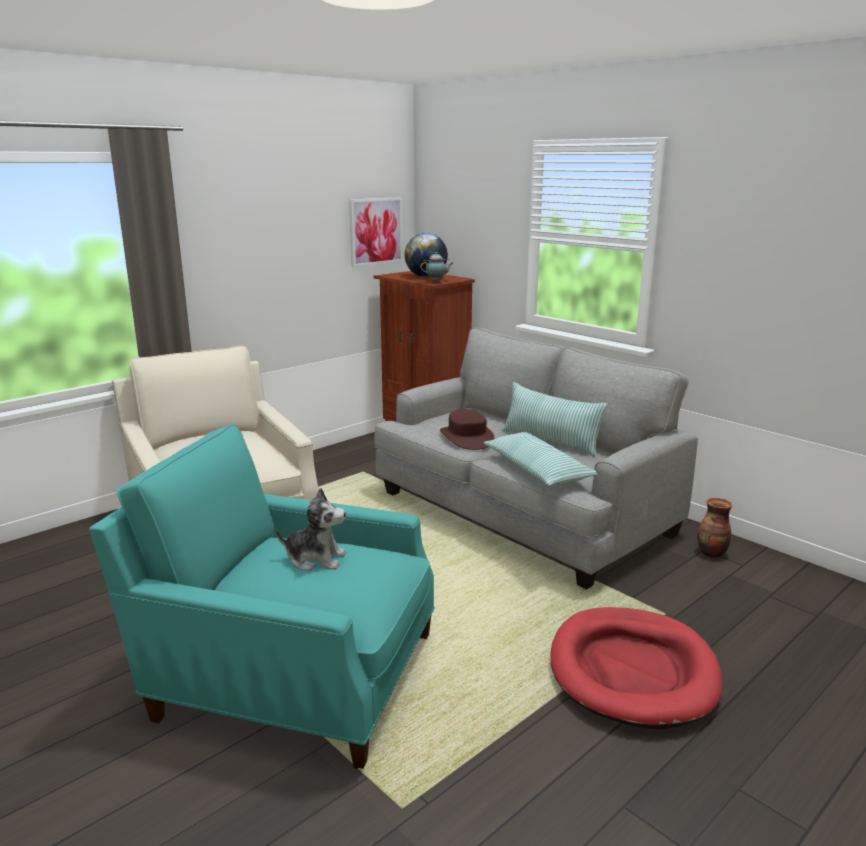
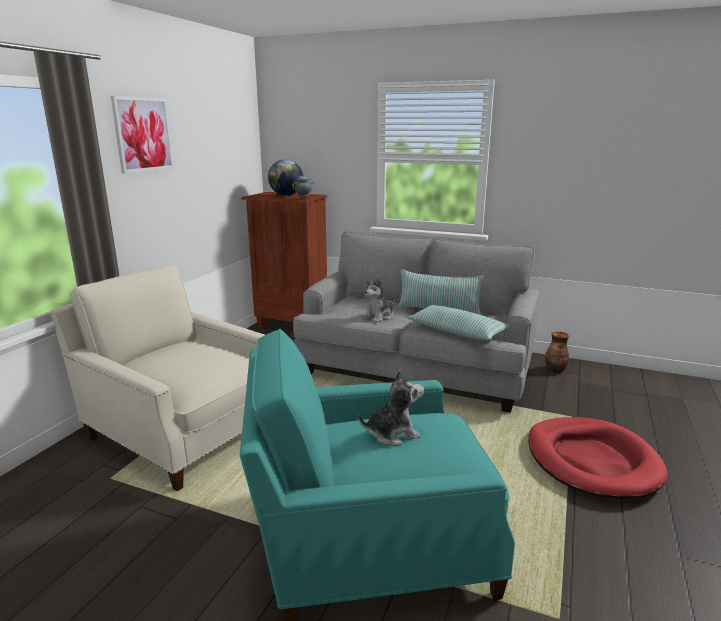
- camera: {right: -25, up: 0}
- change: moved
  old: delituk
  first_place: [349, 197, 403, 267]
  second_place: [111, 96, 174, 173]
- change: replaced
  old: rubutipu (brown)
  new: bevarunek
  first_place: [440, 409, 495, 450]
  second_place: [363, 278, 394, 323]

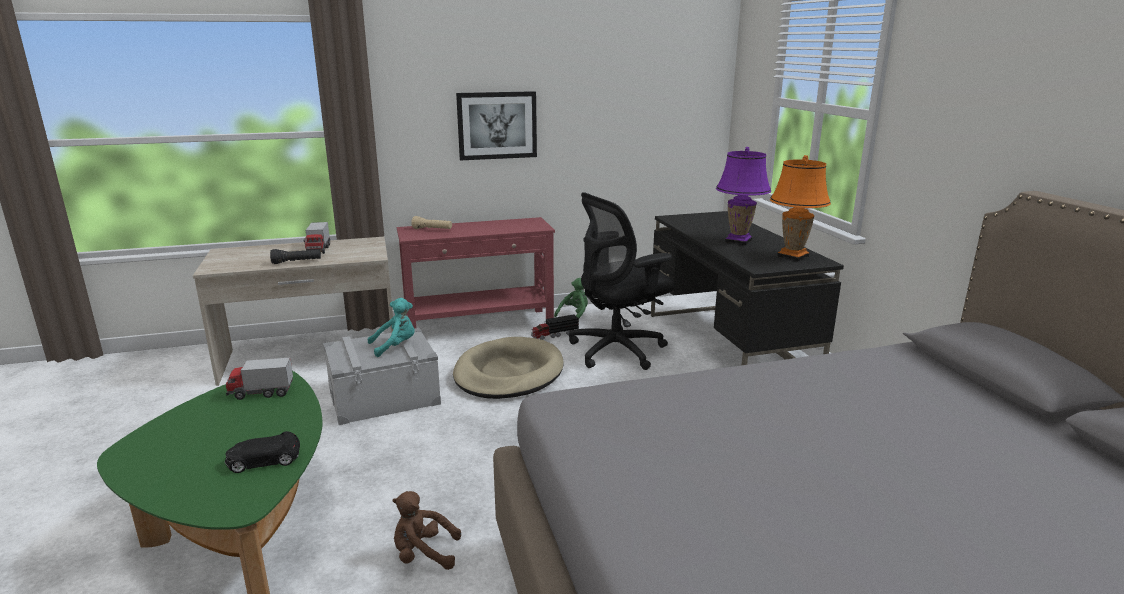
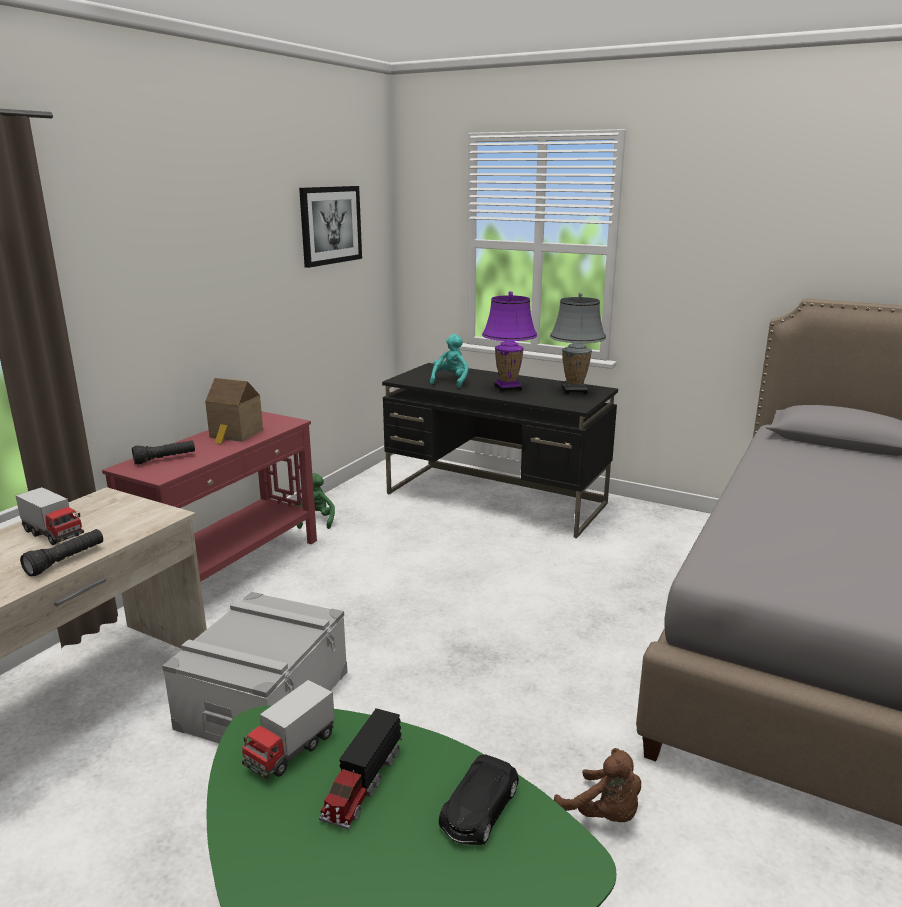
- camera: {right: -45, up: 0}
- change: moved
  old: bevarunek (turquoise)
  first_place: [367, 298, 415, 357]
  second_place: [430, 334, 469, 388]
- change: turned
  old: bevarunek (brown)
  first_place: [392, 491, 461, 570]
  second_place: [554, 748, 641, 822]
  degrees: -90
- change: recoloured
  old: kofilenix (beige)
  new: kofilenix (black)
  first_place: [411, 216, 452, 229]
  second_place: [132, 440, 195, 465]
- change: removed
  old: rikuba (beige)
  first_place: [453, 337, 563, 399]
- change: moved
  old: delituk
  first_place: [456, 91, 537, 160]
  second_place: [299, 186, 362, 268]
- change: moved
  old: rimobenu
  first_place: [531, 314, 579, 340]
  second_place: [319, 708, 402, 830]
- change: removed
  old: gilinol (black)
  first_place: [569, 192, 675, 370]
- change: recoloured
  old: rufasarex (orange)
  new: rufasarex (grey)
  first_place: [770, 155, 831, 262]
  second_place: [550, 293, 606, 394]
- change: added
  new: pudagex
  second_place: [205, 378, 263, 445]

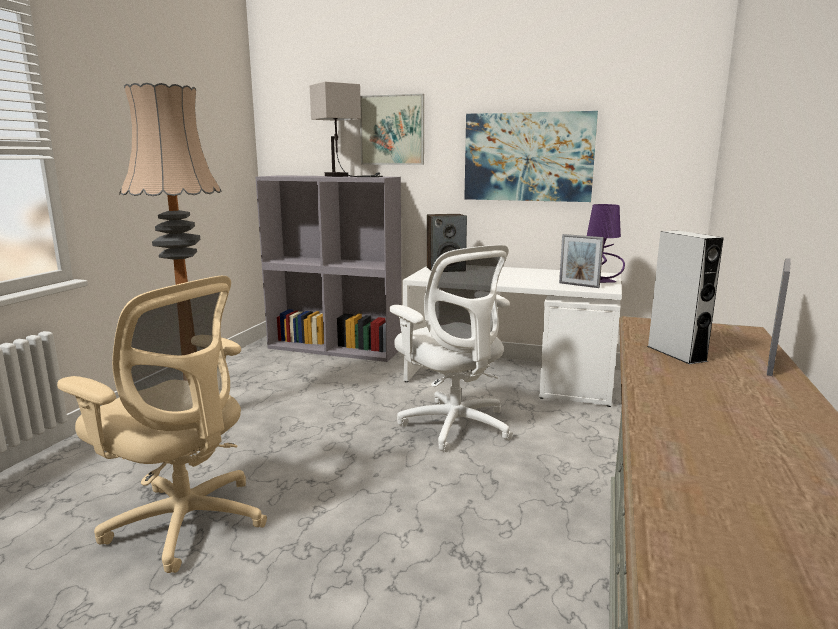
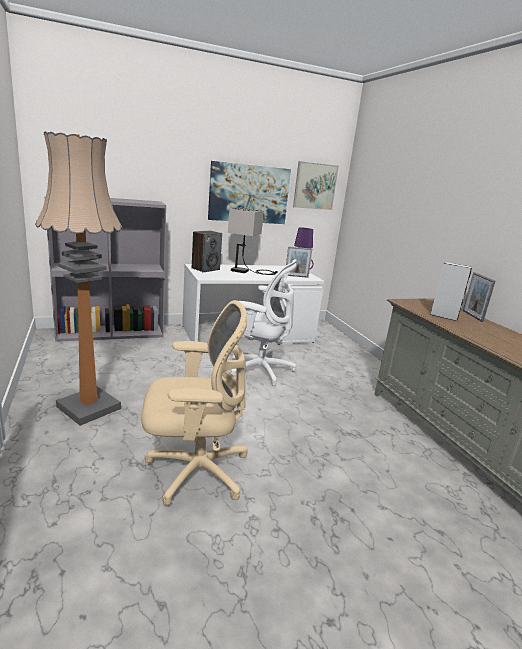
- camera: {right: -40, up: 5}
- change: moved
  old: rufasarex
  first_place: [310, 82, 383, 177]
  second_place: [228, 207, 278, 275]
- change: moved
  old: delituk
  first_place: [360, 94, 424, 165]
  second_place: [293, 161, 339, 210]

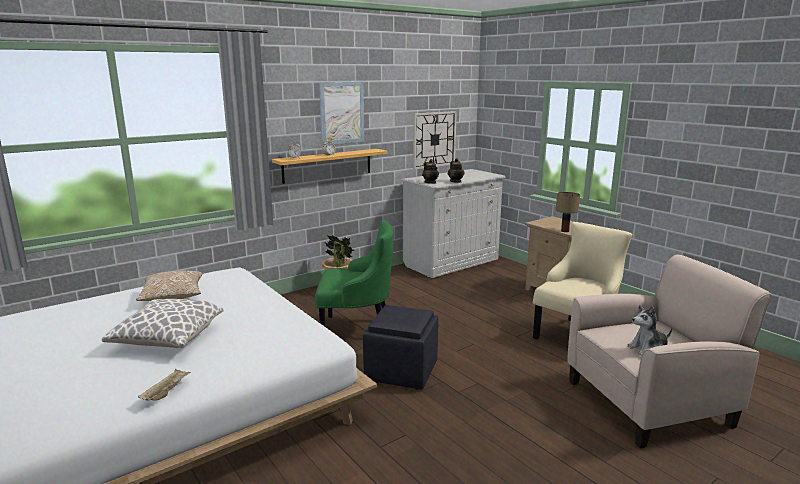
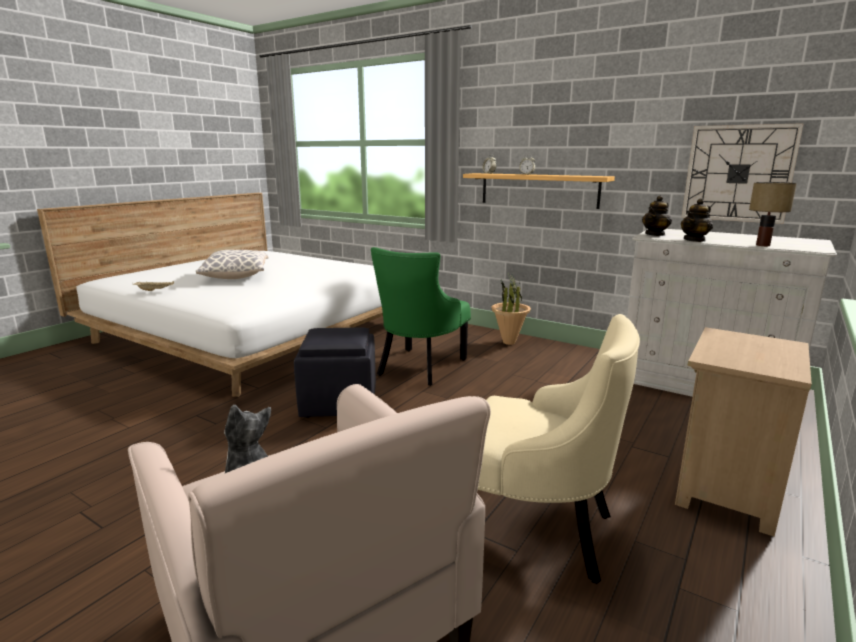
- camera: {right: 70, up: 0}
- change: removed
  old: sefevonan
  first_place: [136, 271, 203, 301]
- change: turned
  old: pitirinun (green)
  first_place: [315, 220, 393, 327]
  second_place: [371, 247, 471, 386]
  degrees: 45
- change: removed
  old: delituk
  first_place: [319, 82, 364, 145]
- change: moved
  old: rufasarex
  first_place: [556, 192, 580, 232]
  second_place: [749, 182, 797, 246]

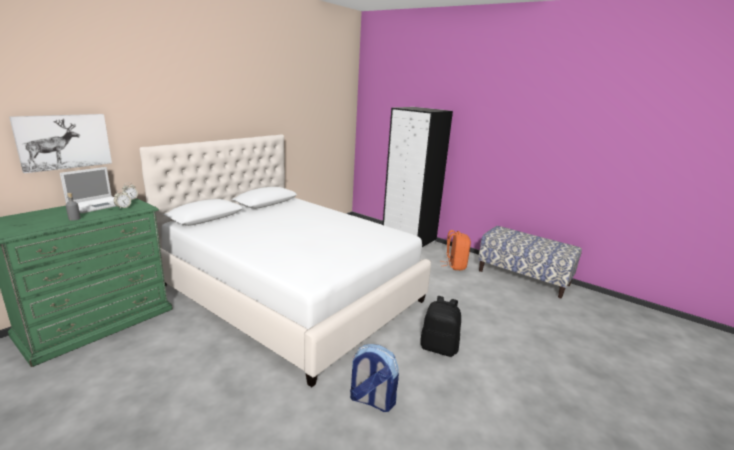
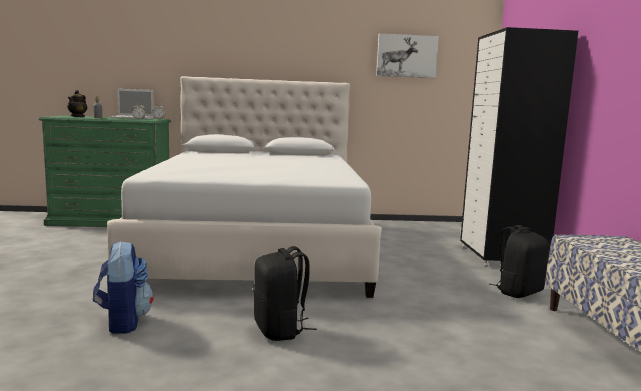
- camera: {right: 50, up: -10}
- change: moved
  old: delituk
  first_place: [9, 114, 112, 173]
  second_place: [376, 33, 439, 78]
- change: recoloured
  old: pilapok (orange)
  new: pilapok (black)
  first_place: [441, 230, 471, 270]
  second_place: [489, 225, 549, 298]
- change: added
  new: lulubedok
  second_place: [67, 90, 87, 117]

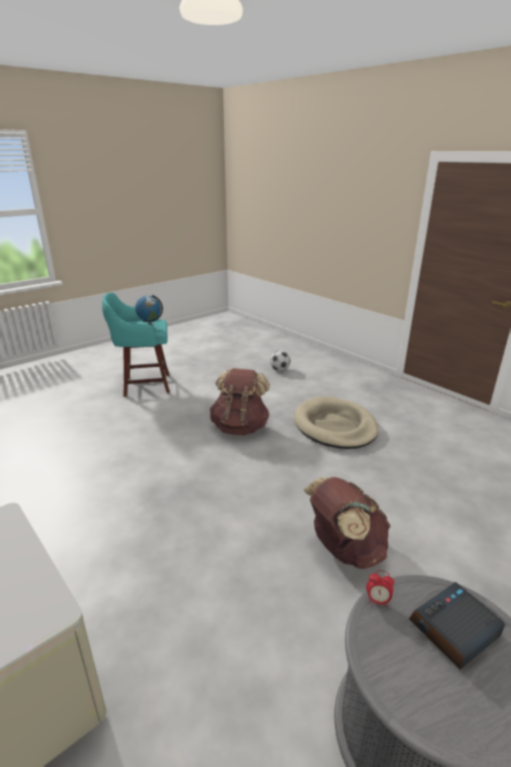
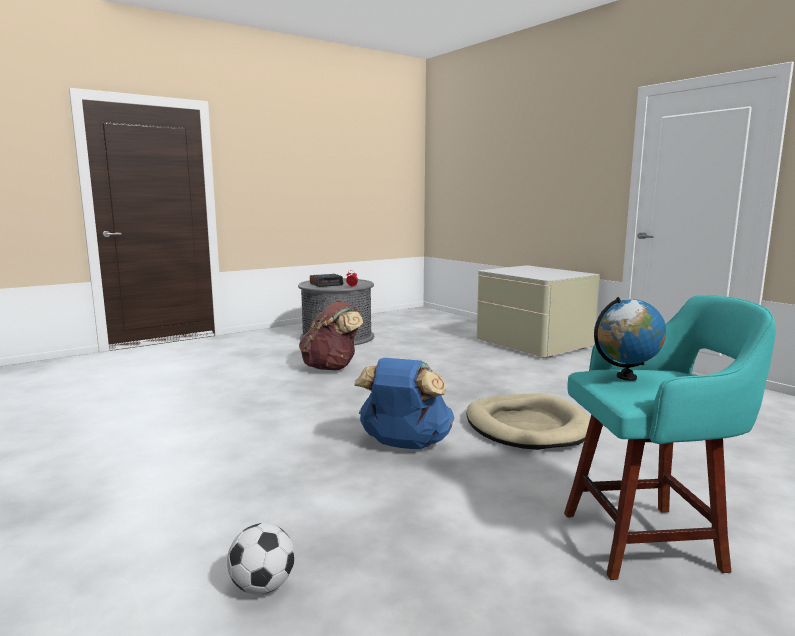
- camera: {right: -175, up: -15}
- change: recoloured
  old: pilapok (brown)
  new: pilapok (blue)
  first_place: [210, 368, 270, 435]
  second_place: [354, 358, 454, 449]
- change: moved
  old: rikuba (beige)
  first_place: [294, 396, 379, 449]
  second_place: [466, 393, 591, 450]

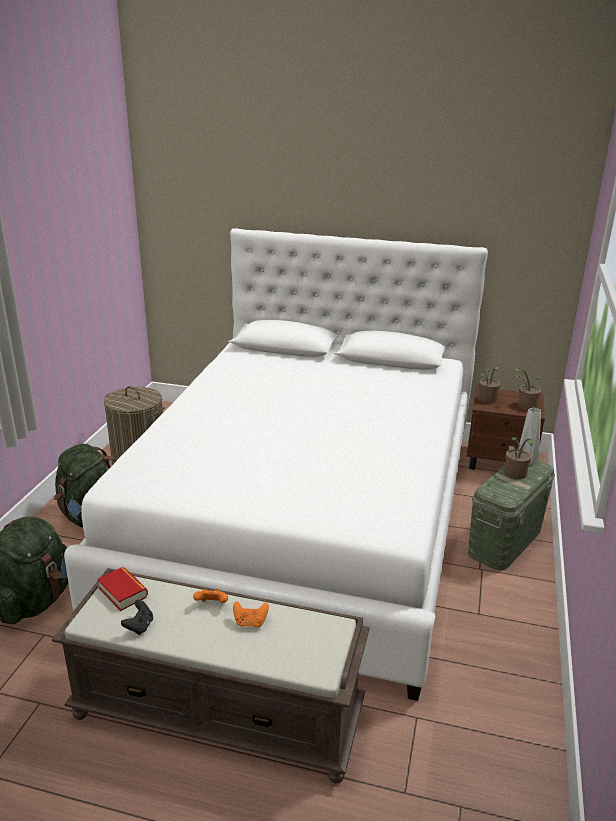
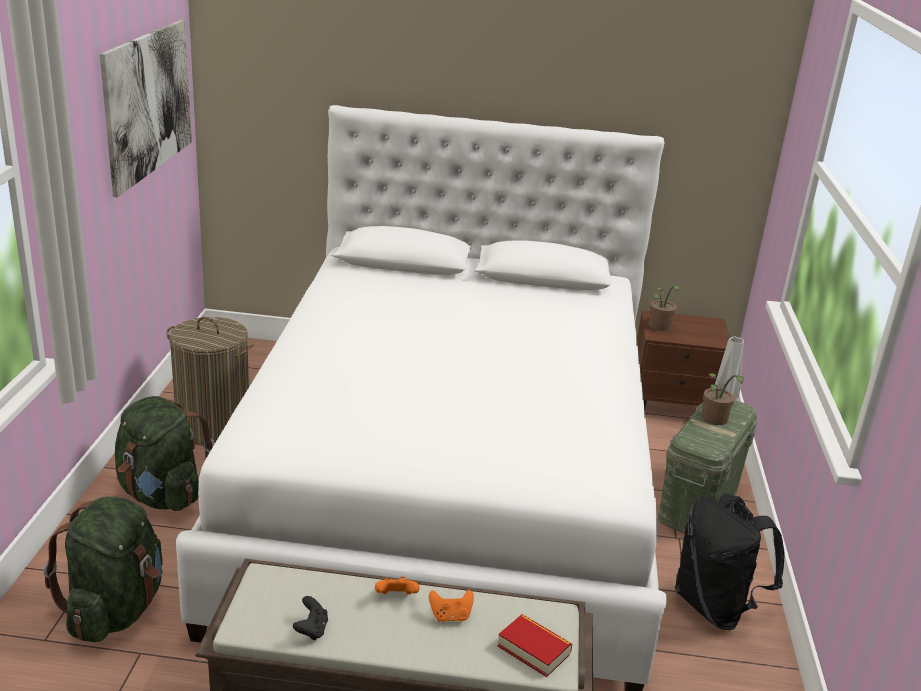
- camera: {right: -10, up: 0}
- change: moved
  old: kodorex
  first_place: [97, 567, 148, 611]
  second_place: [497, 614, 572, 677]
- change: removed
  old: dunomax
  first_place: [513, 368, 541, 410]
- change: added
  new: delituk
  second_place: [100, 20, 192, 197]
- change: added
  new: pilapok (black)
  second_place: [675, 493, 785, 630]

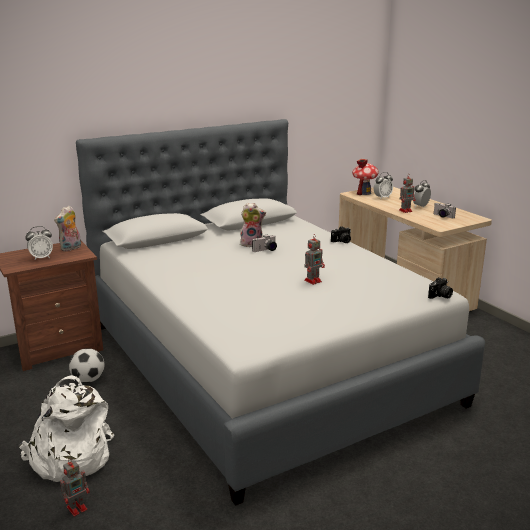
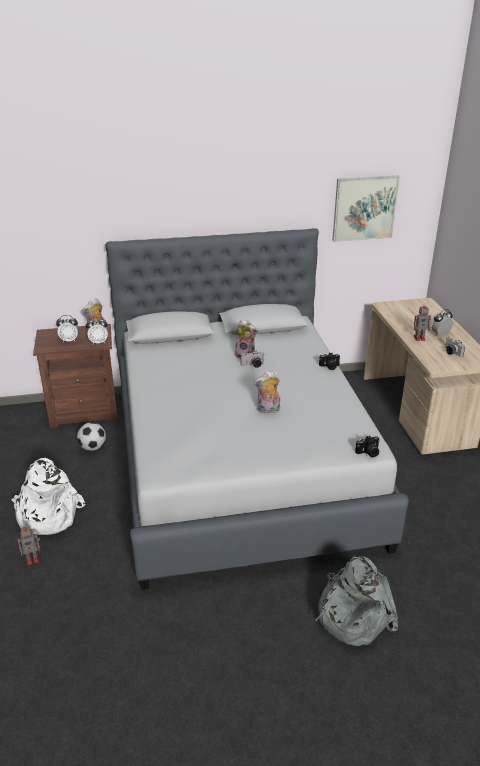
- camera: {right: 20, up: 10}
- change: replaced
  old: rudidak
  new: bevarunek
  first_place: [304, 235, 325, 285]
  second_place: [254, 370, 280, 414]
- change: removed
  old: pudagex
  first_place: [352, 159, 379, 195]
- change: moved
  old: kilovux
  first_place: [374, 172, 393, 198]
  second_place: [86, 317, 108, 344]
- change: added
  new: pilapok (grey)
  second_place: [315, 556, 398, 646]
- change: added
  new: delituk
  second_place: [332, 176, 400, 242]

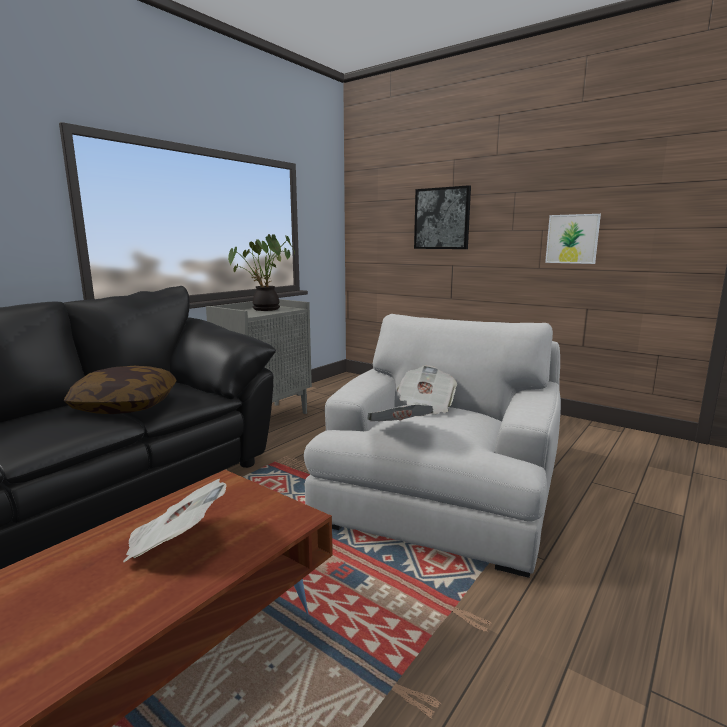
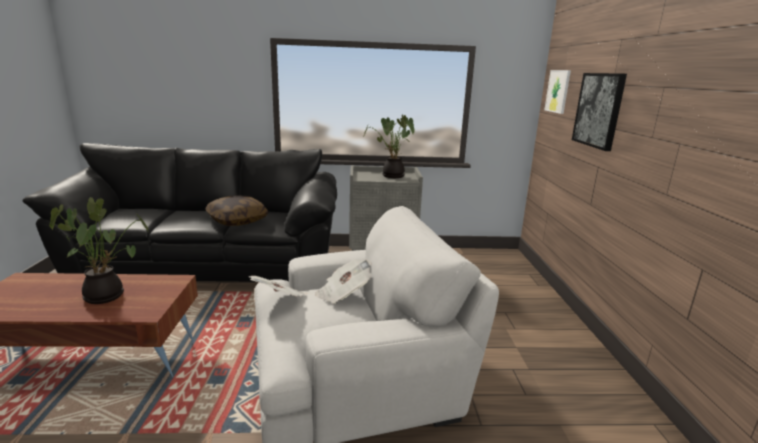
- camera: {right: 50, up: 5}
- change: replaced
  old: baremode
  new: dunomax
  first_place: [123, 479, 227, 562]
  second_place: [49, 197, 149, 304]
- change: moved
  old: delituk
  first_place: [545, 214, 601, 264]
  second_place: [544, 70, 571, 114]

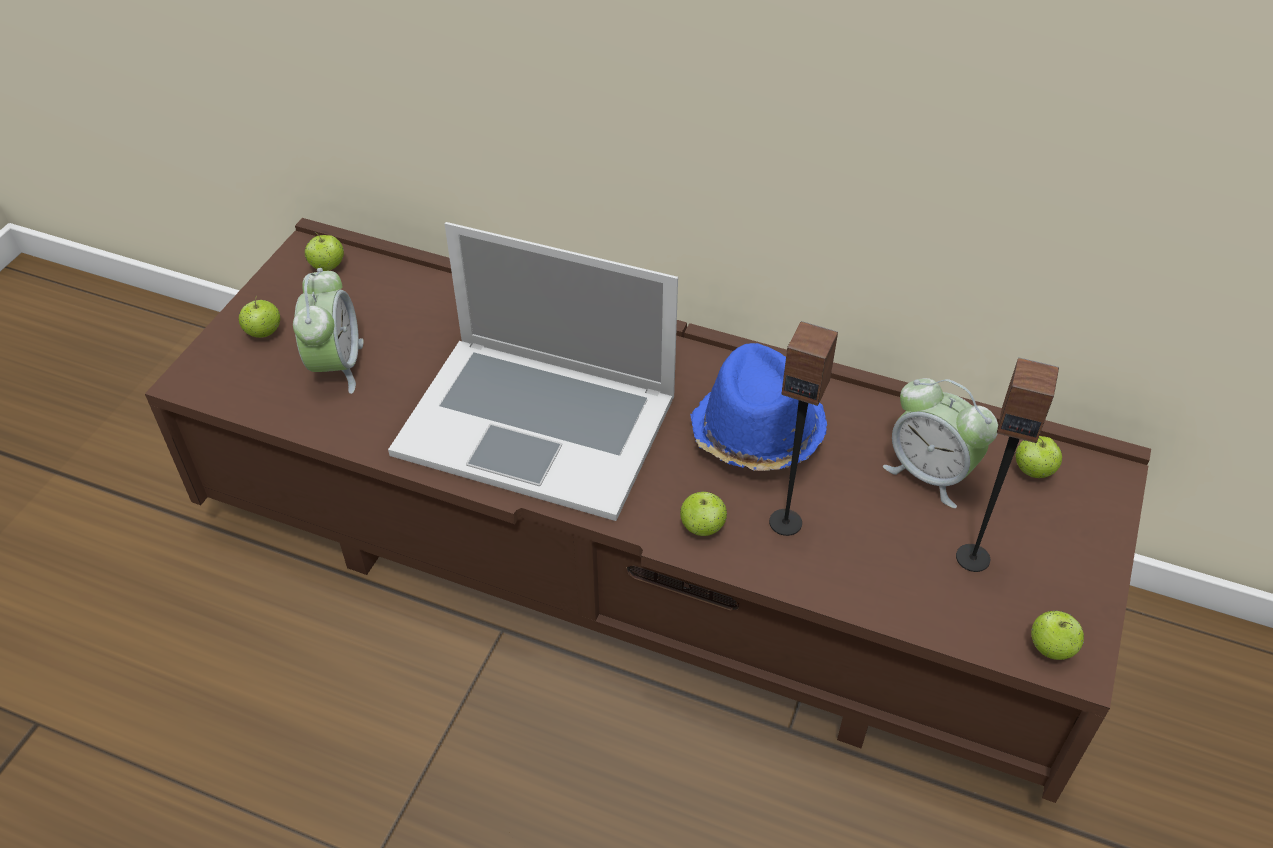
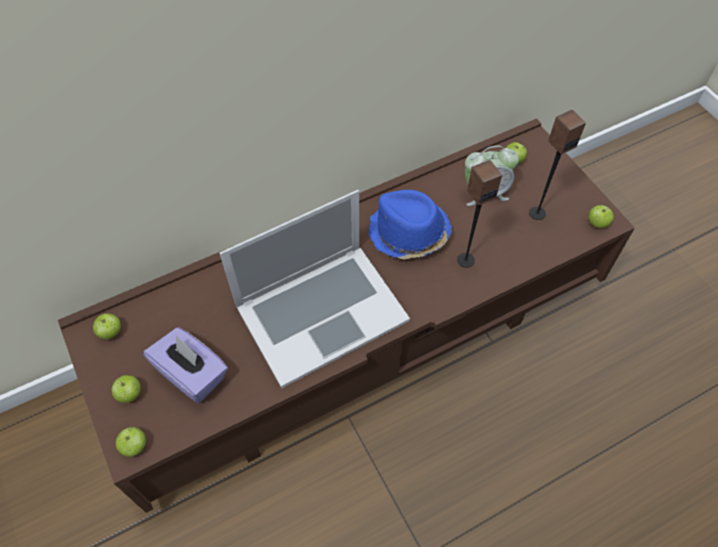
- camera: {right: -50, up: 10}
- change: replaced
  old: kilovux
  new: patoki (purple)
  first_place: [293, 268, 364, 394]
  second_place: [143, 327, 228, 403]
- change: moved
  old: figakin
  first_place: [680, 491, 727, 536]
  second_place: [116, 427, 146, 457]

